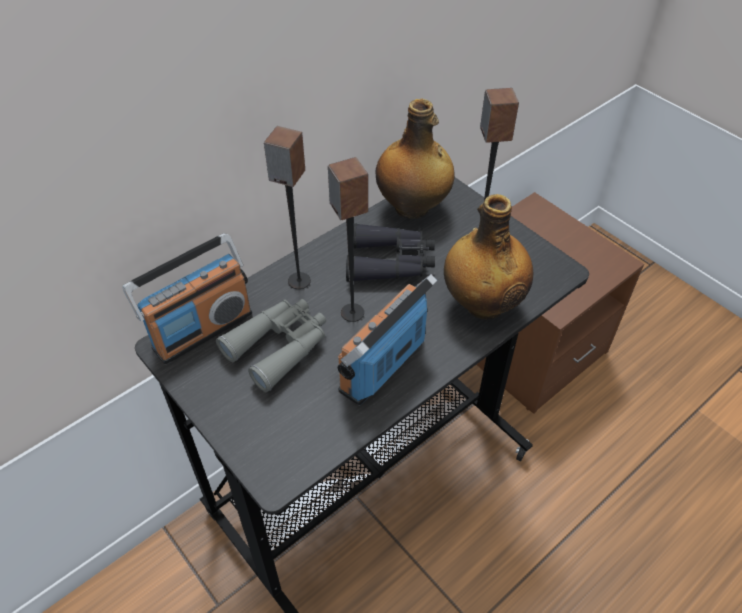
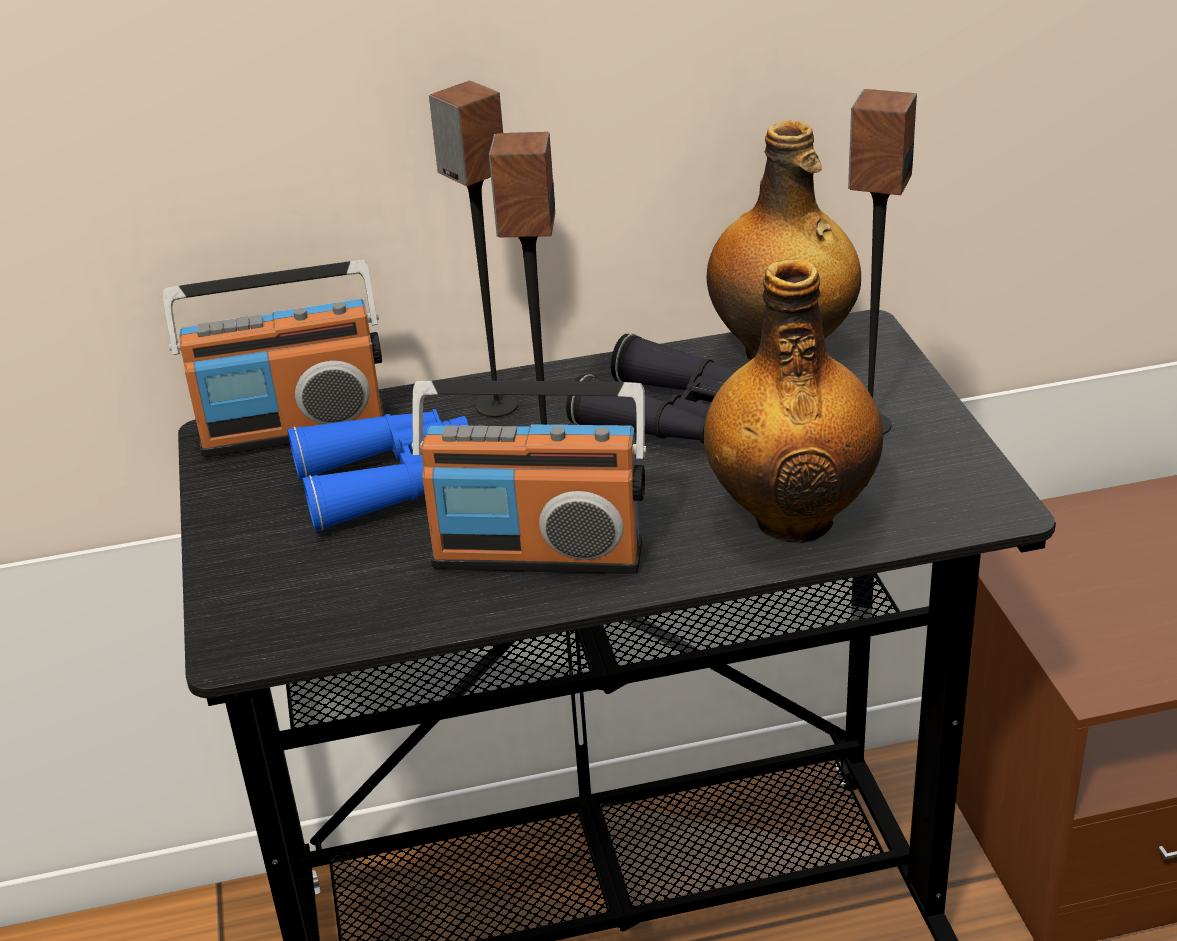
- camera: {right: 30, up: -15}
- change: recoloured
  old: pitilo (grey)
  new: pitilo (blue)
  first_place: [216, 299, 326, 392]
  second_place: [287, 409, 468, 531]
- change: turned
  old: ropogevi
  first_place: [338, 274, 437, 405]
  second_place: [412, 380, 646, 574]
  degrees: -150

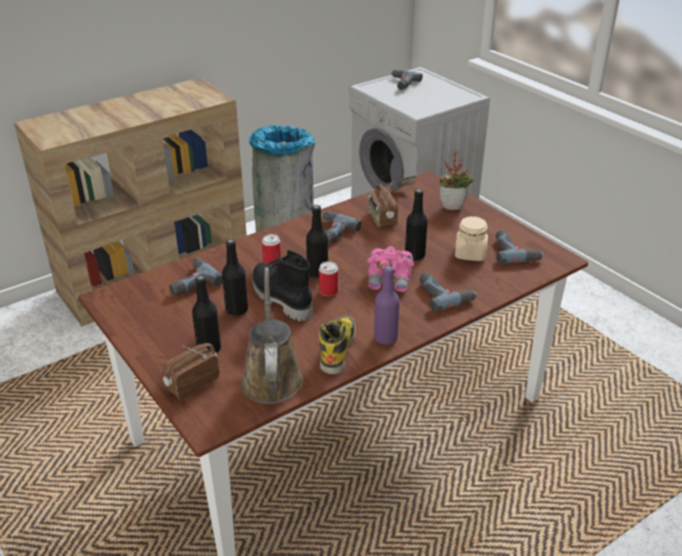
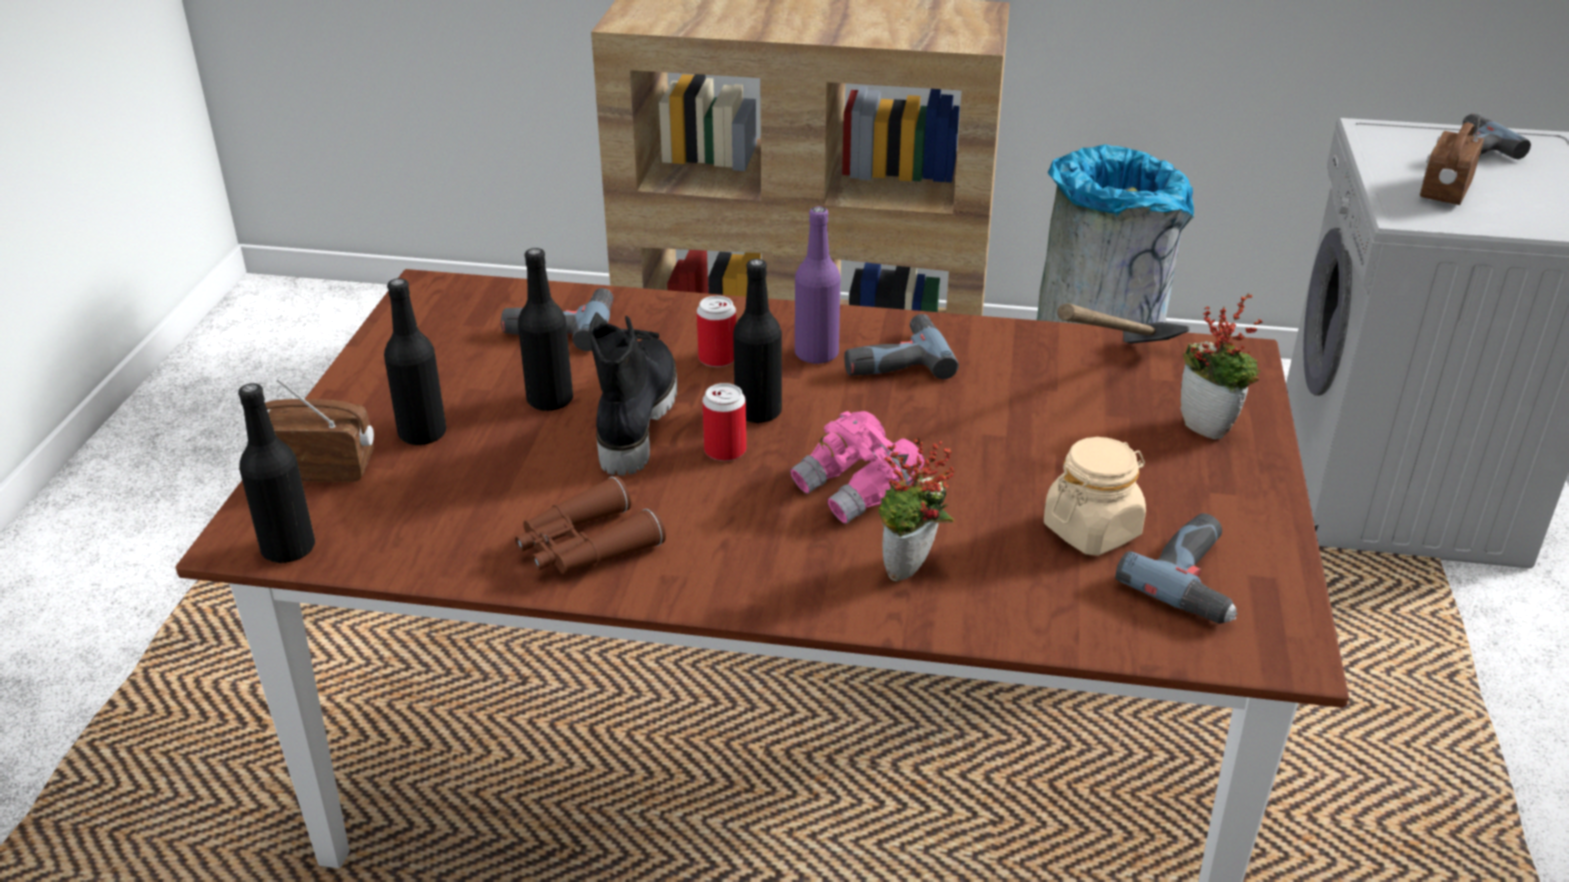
- camera: {right: 45, up: 0}
- change: removed
  old: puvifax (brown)
  first_place: [241, 267, 303, 404]
- change: replaced
  old: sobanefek
  new: pitilo (brown)
  first_place: [319, 316, 356, 374]
  second_place: [515, 476, 666, 574]
- change: moved
  old: ropogevi
  first_place: [368, 181, 398, 227]
  second_place: [1420, 112, 1484, 205]
- change: moved
  old: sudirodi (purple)
  first_place: [374, 265, 400, 345]
  second_place: [795, 206, 841, 364]
- change: moved
  old: sudirodi (black)
  first_place: [405, 189, 428, 261]
  second_place: [238, 383, 315, 563]
- change: replaced
  old: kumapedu
  new: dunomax
  first_place: [419, 272, 477, 312]
  second_place: [878, 437, 955, 581]

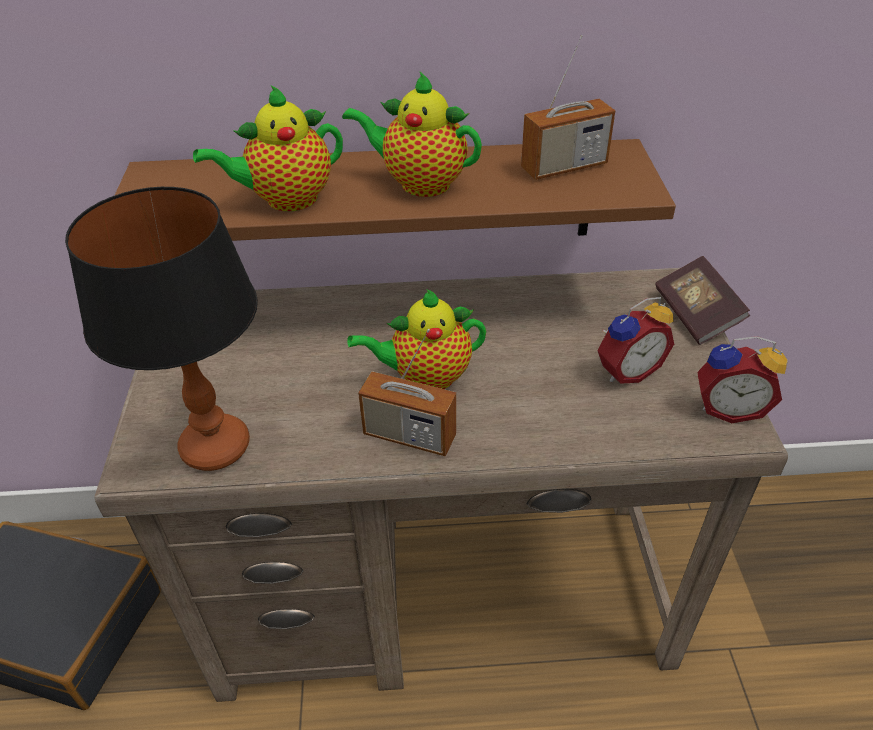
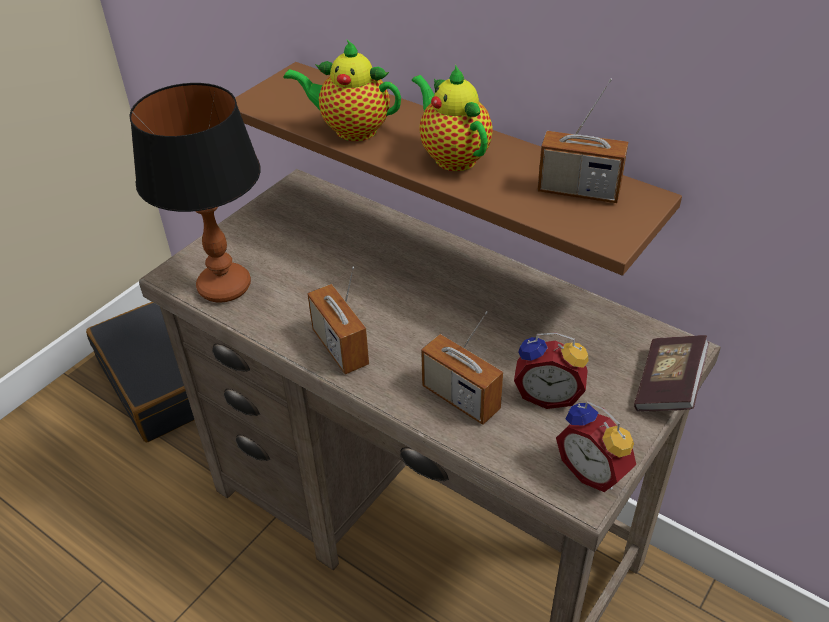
- camera: {right: 40, up: 0}
- change: removed
  old: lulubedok
  first_place: [347, 289, 486, 389]
- change: added
  new: ropogevi
  second_place: [421, 311, 503, 425]

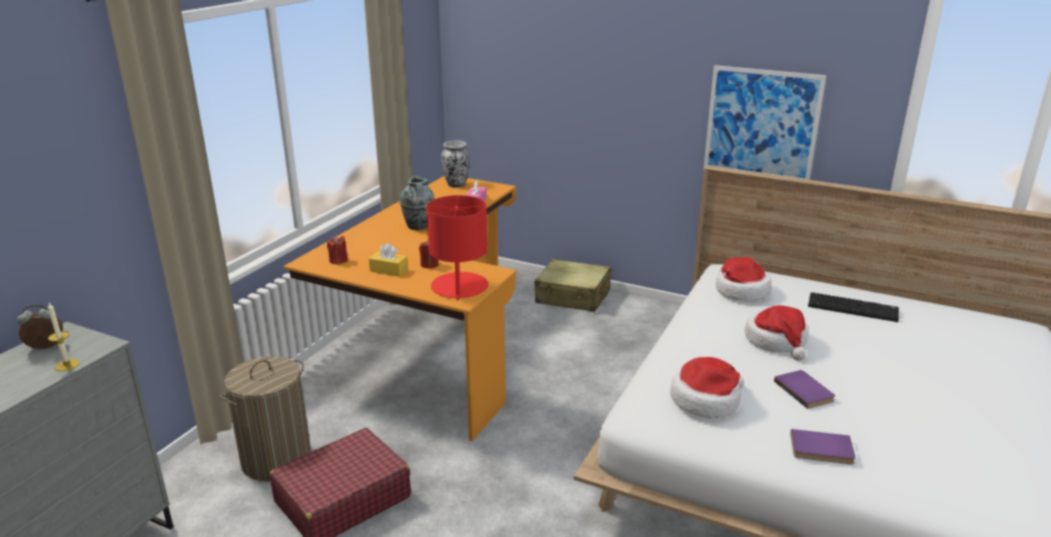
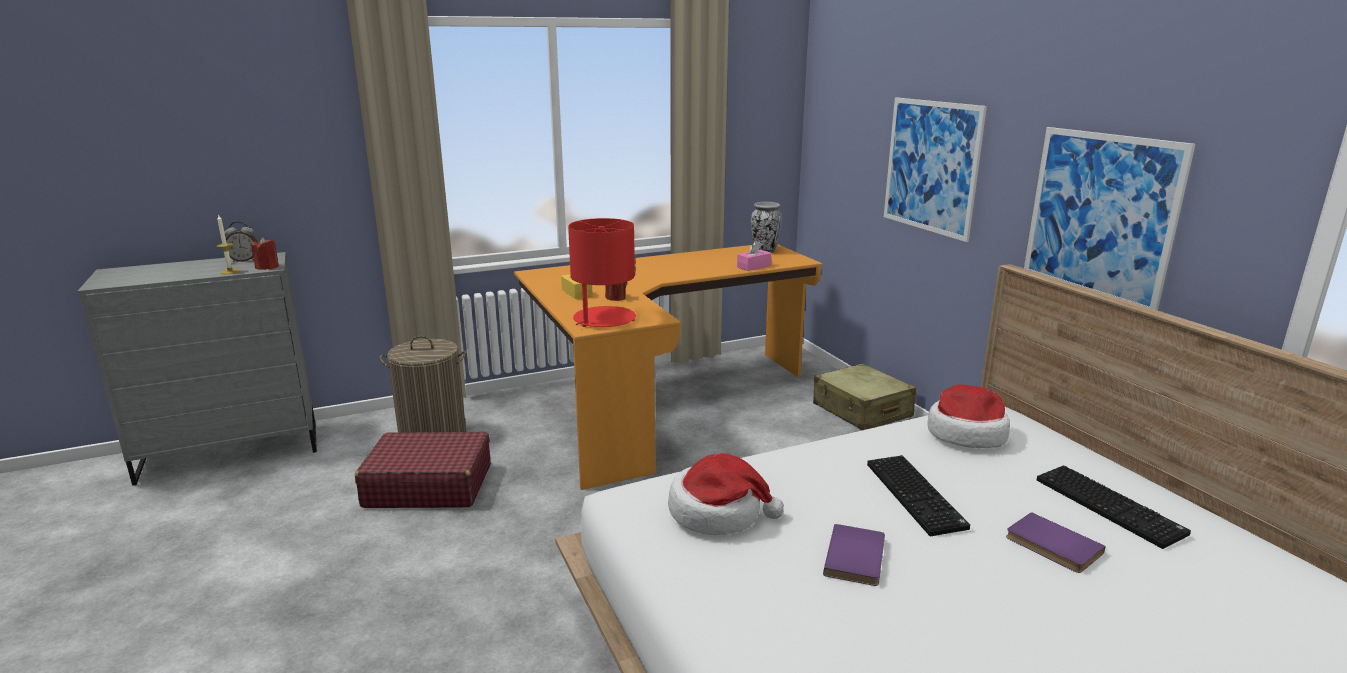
- camera: {right: 40, up: -5}
- change: turned
  old: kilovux
  first_place: [17, 304, 63, 349]
  second_place: [224, 221, 258, 262]
  degrees: 150
- change: moved
  old: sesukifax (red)
  first_place: [327, 236, 348, 264]
  second_place: [251, 237, 279, 270]
- change: removed
  old: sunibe
  first_place: [400, 176, 435, 230]
- change: replaced
  old: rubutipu
  new: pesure
  first_place: [745, 305, 808, 360]
  second_place: [867, 455, 970, 536]
- change: moved
  old: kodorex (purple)
  first_place: [790, 429, 856, 464]
  second_place: [1006, 512, 1106, 573]
- change: added
  new: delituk
  second_place: [884, 98, 987, 242]

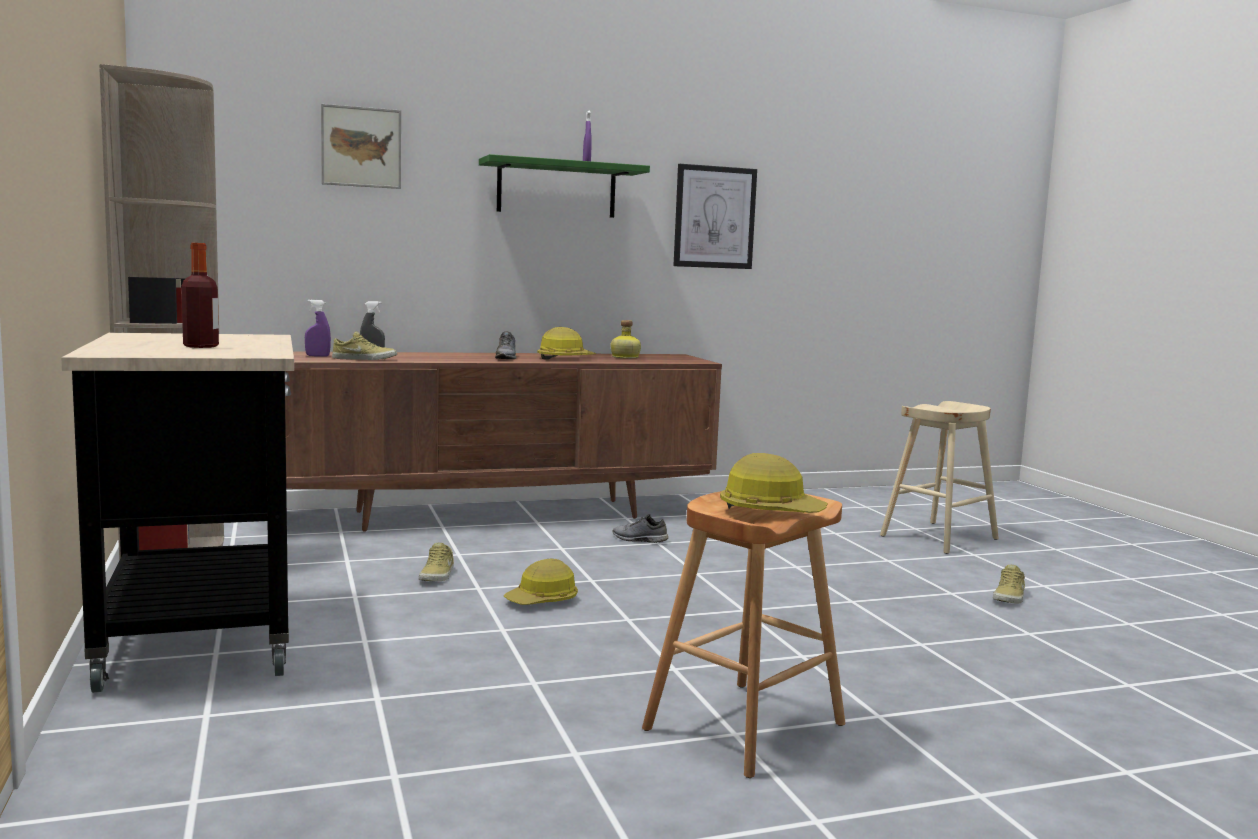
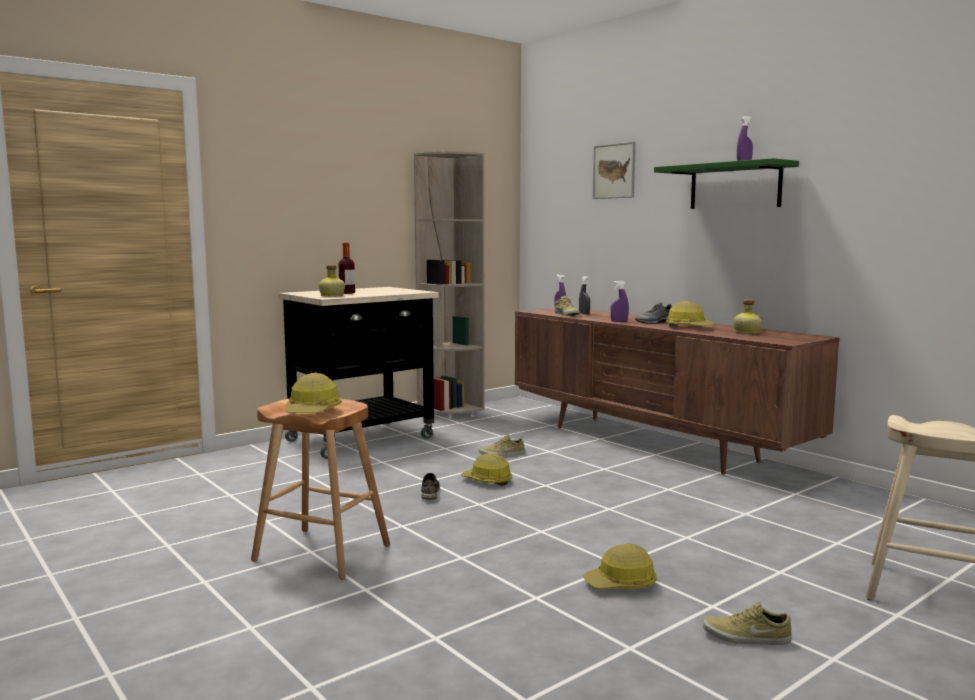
- camera: {right: 70, up: 0}
- change: moved
  old: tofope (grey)
  first_place: [613, 514, 668, 543]
  second_place: [421, 473, 440, 500]
- change: removed
  old: delituk
  first_place: [674, 164, 757, 269]
- change: added
  new: sudirodi
  second_place: [319, 264, 345, 297]
- change: added
  new: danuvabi
  second_place: [583, 544, 657, 589]
- change: added
  new: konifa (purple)
  second_place: [611, 281, 629, 322]

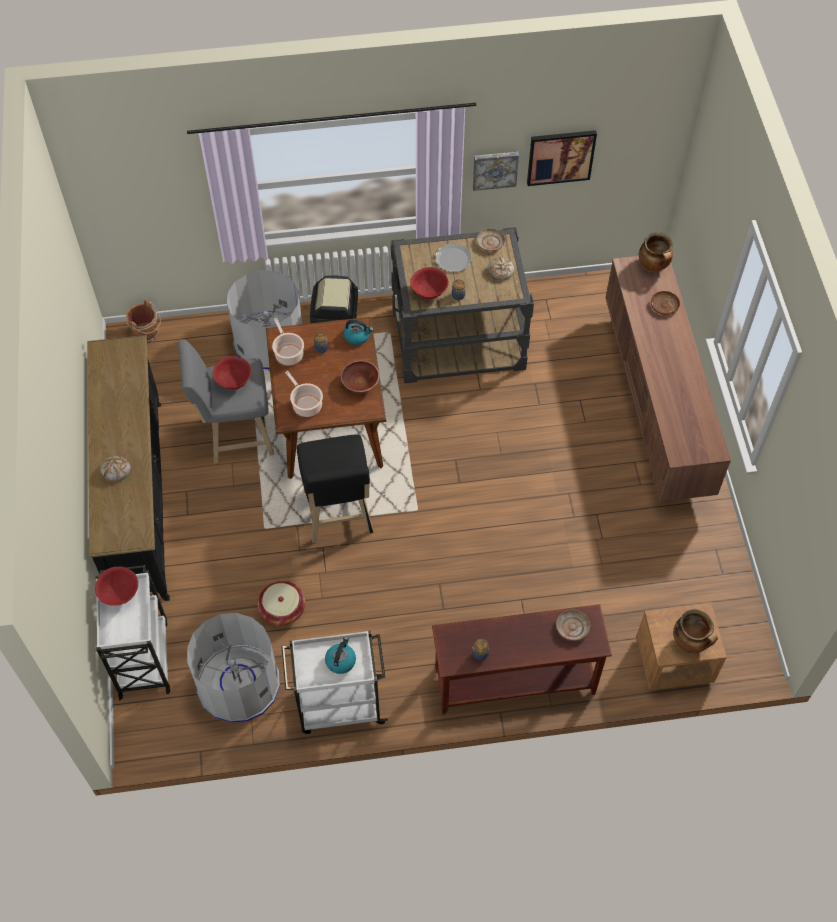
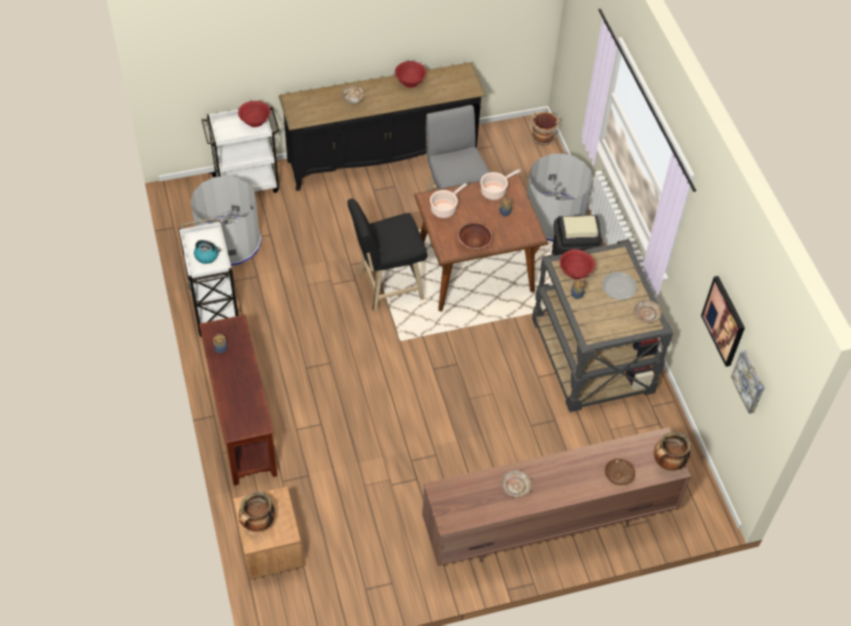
- camera: {right: 80, up: -5}
- change: moved
  old: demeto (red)
  first_place: [213, 356, 252, 389]
  second_place: [395, 61, 426, 88]
- change: removed
  old: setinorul
  first_place: [258, 581, 305, 626]
- change: removed
  old: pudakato
  first_place: [343, 320, 374, 345]
- change: moved
  old: delituk
  first_place: [473, 151, 519, 191]
  second_place: [731, 350, 765, 414]
- change: removed
  old: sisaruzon
  first_place: [487, 257, 514, 281]
- change: moved
  old: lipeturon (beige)
  first_place: [556, 610, 590, 641]
  second_place: [501, 470, 532, 498]

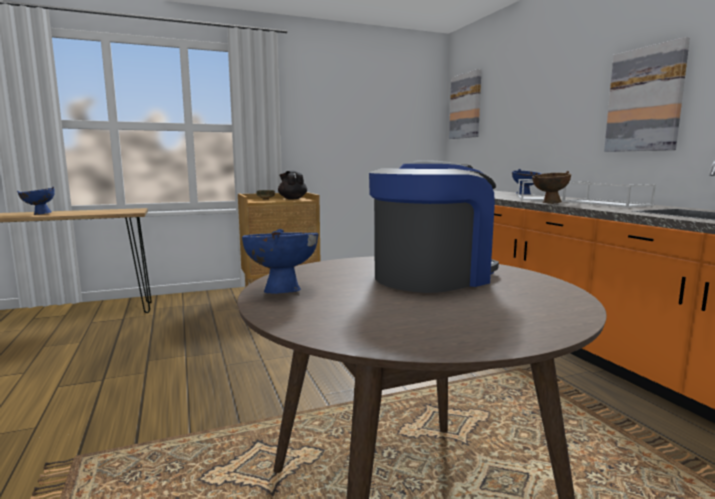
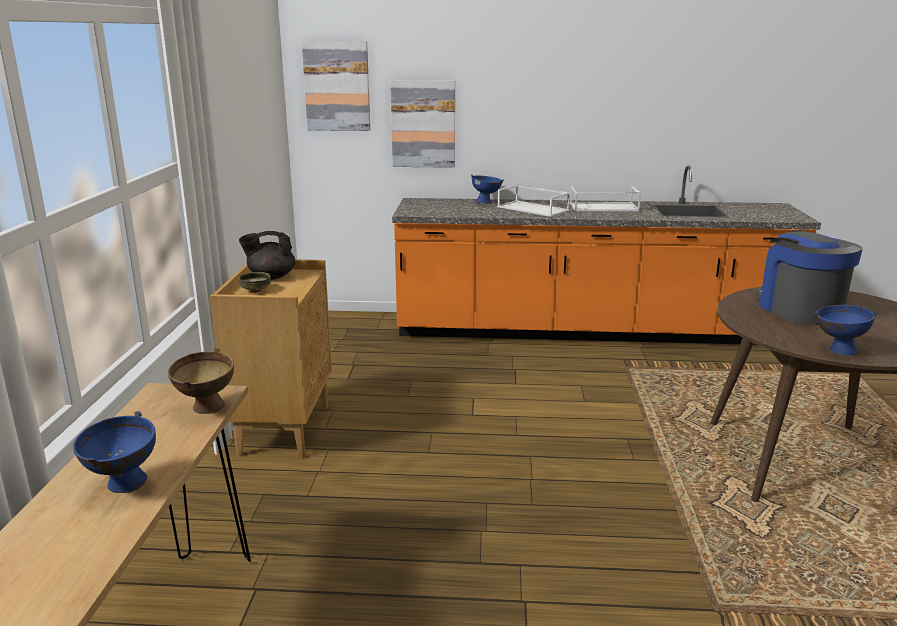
- camera: {right: -65, up: 10}
- change: moved
  old: demeto (brown)
  first_place: [532, 171, 571, 204]
  second_place: [168, 347, 234, 414]
- change: moved
  old: delituk
  first_place: [604, 37, 690, 152]
  second_place: [390, 80, 455, 168]

